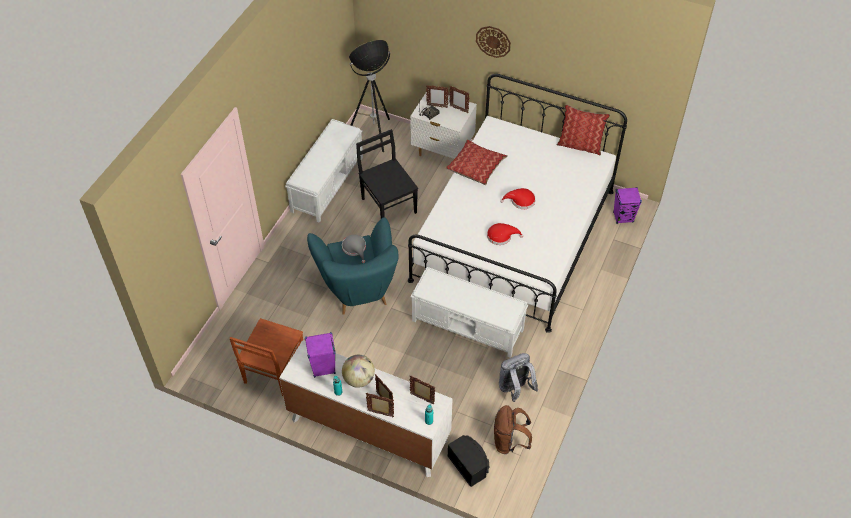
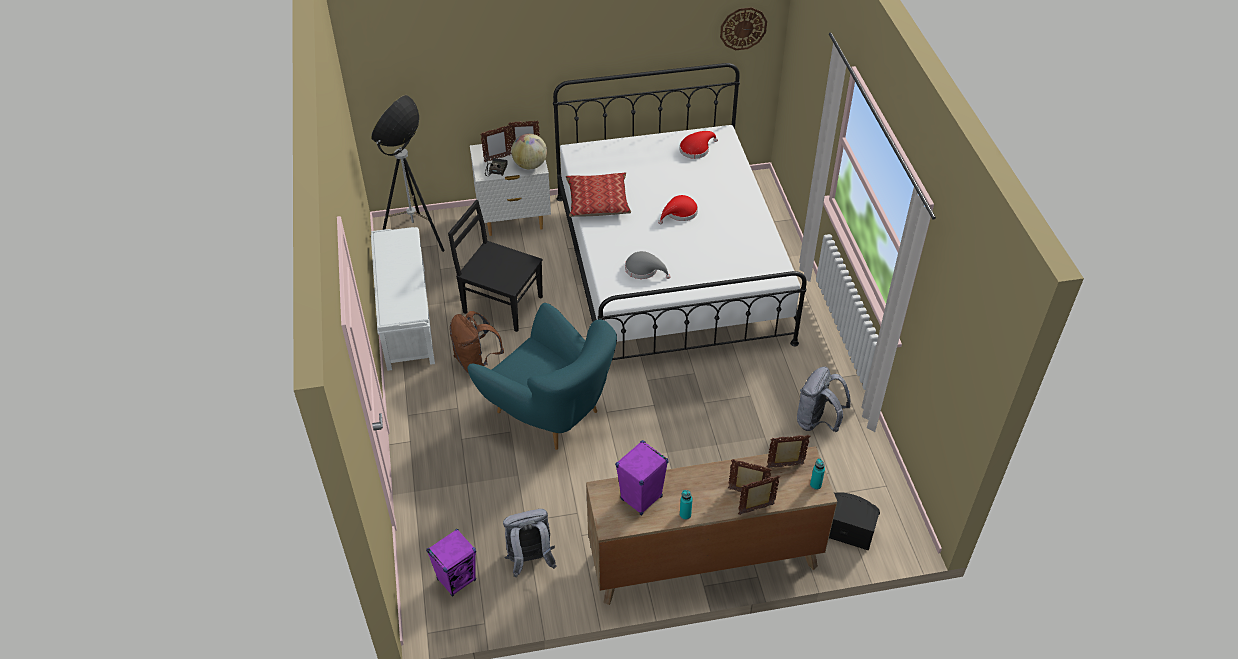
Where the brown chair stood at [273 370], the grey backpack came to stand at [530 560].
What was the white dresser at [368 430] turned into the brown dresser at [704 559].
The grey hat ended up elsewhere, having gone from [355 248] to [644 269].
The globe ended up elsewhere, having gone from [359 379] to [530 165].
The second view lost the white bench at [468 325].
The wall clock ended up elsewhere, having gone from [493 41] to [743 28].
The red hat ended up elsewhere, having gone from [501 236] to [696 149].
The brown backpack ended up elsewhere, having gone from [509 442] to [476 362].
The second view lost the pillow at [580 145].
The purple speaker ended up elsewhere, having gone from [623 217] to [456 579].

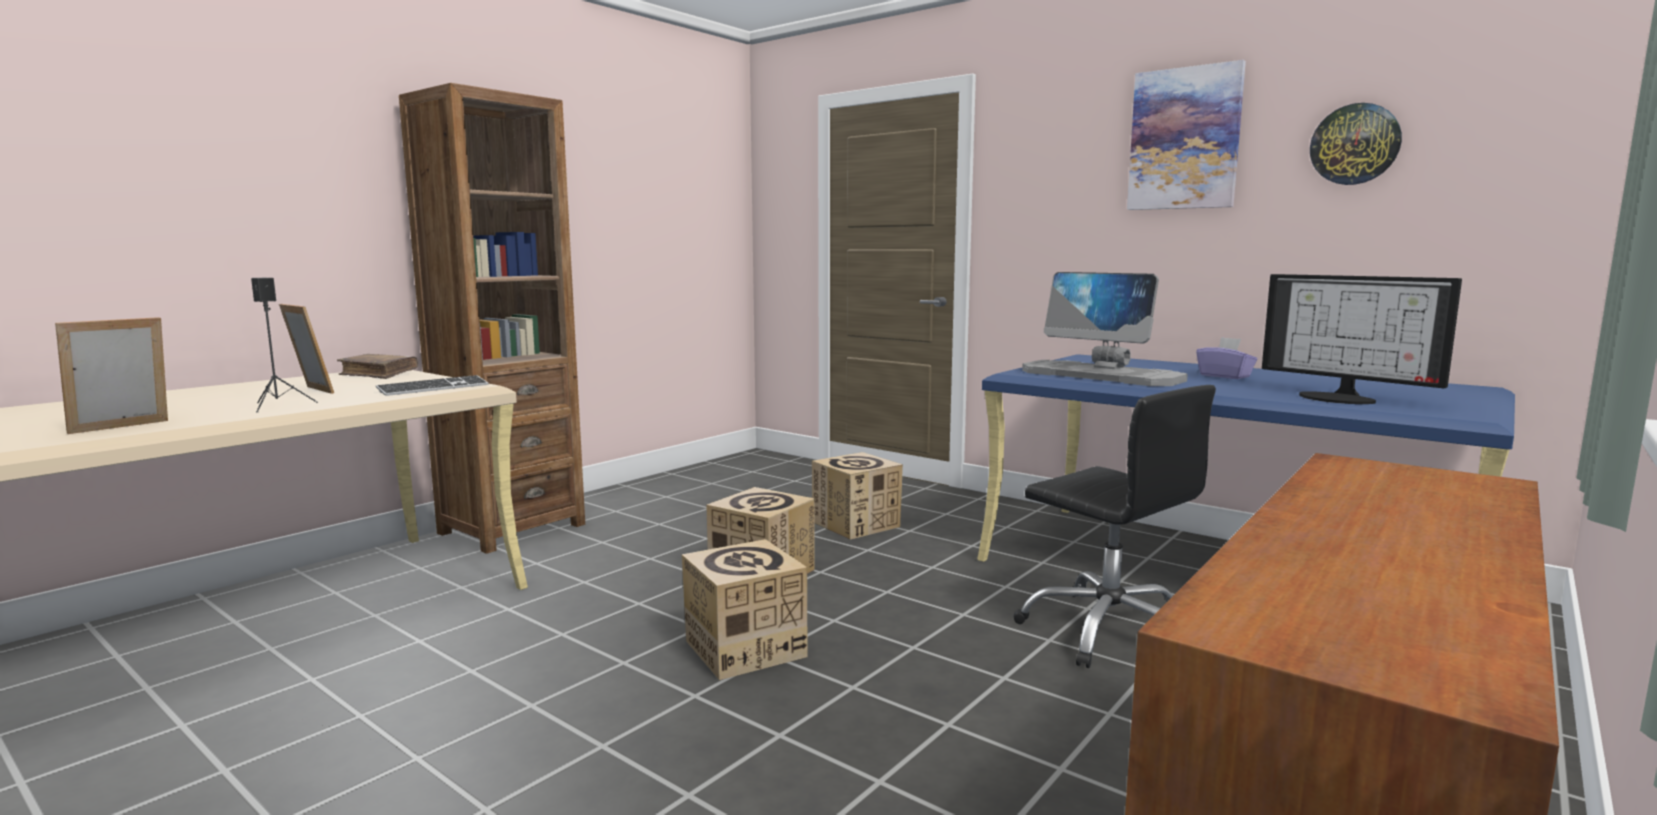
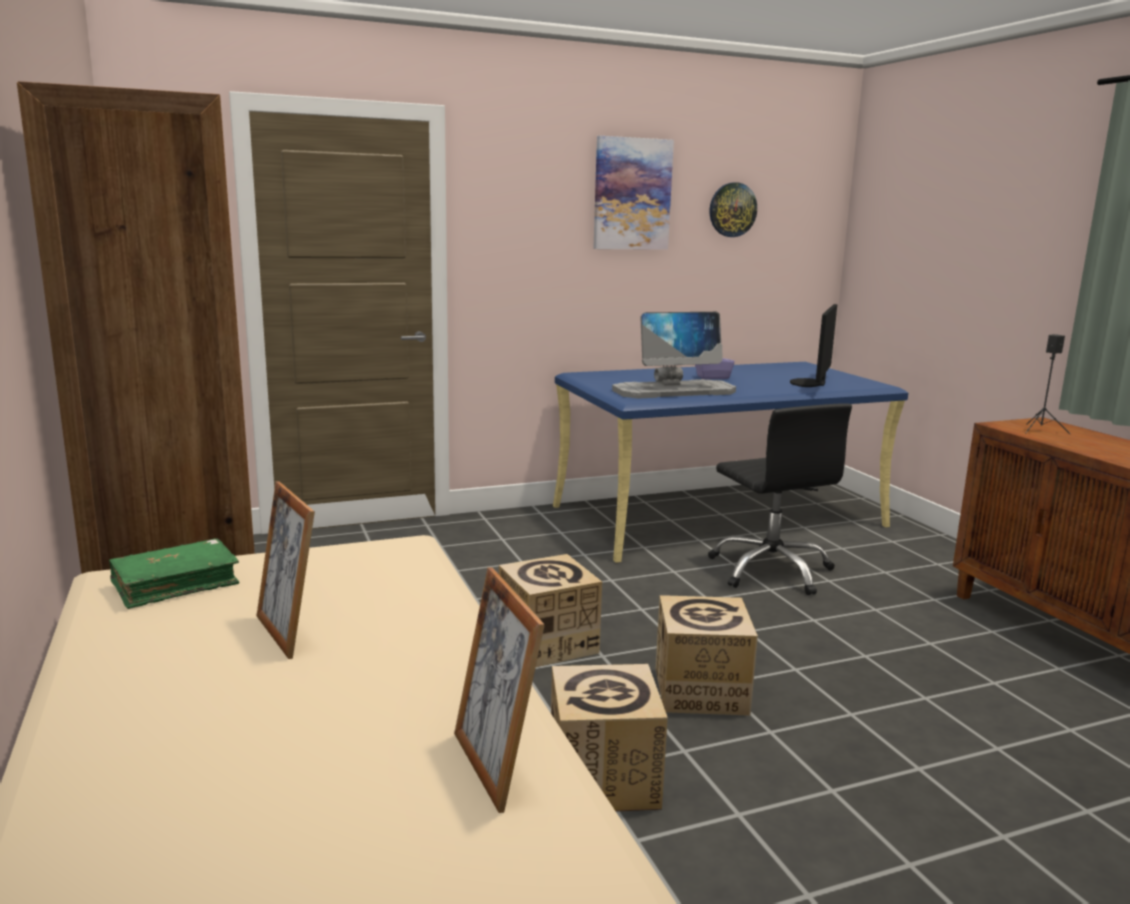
The black speaker ended up elsewhere, having gone from [278 405] to [1039 430].
The picture frame at [311 391] ended up facing another way, 105 degrees counterclockwise from before.
What was the brown book at [379 374] turned into the green book at [175 585].
The second view lost the keyboard at [433 388].
The cardboard box ended up elsewhere, having gone from [856 524] to [603 779].
The black office chair at [1109 631] ended up facing another way, 75 degrees clockwise from before.
The monitor at [1340 398] ended up facing another way, 120 degrees clockwise from before.

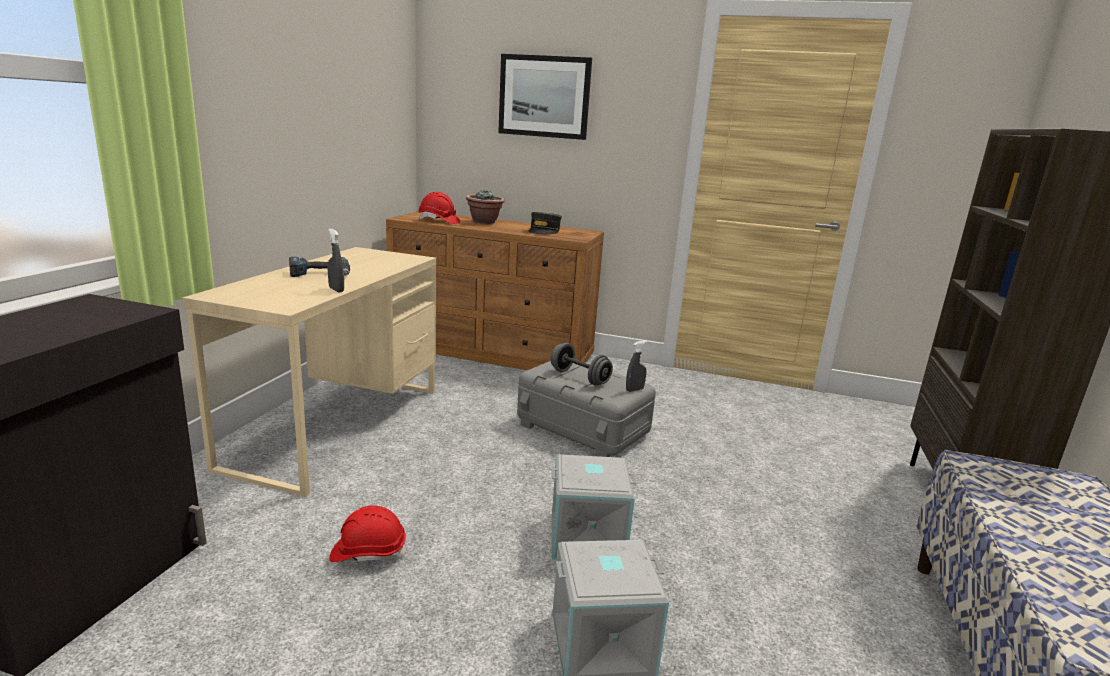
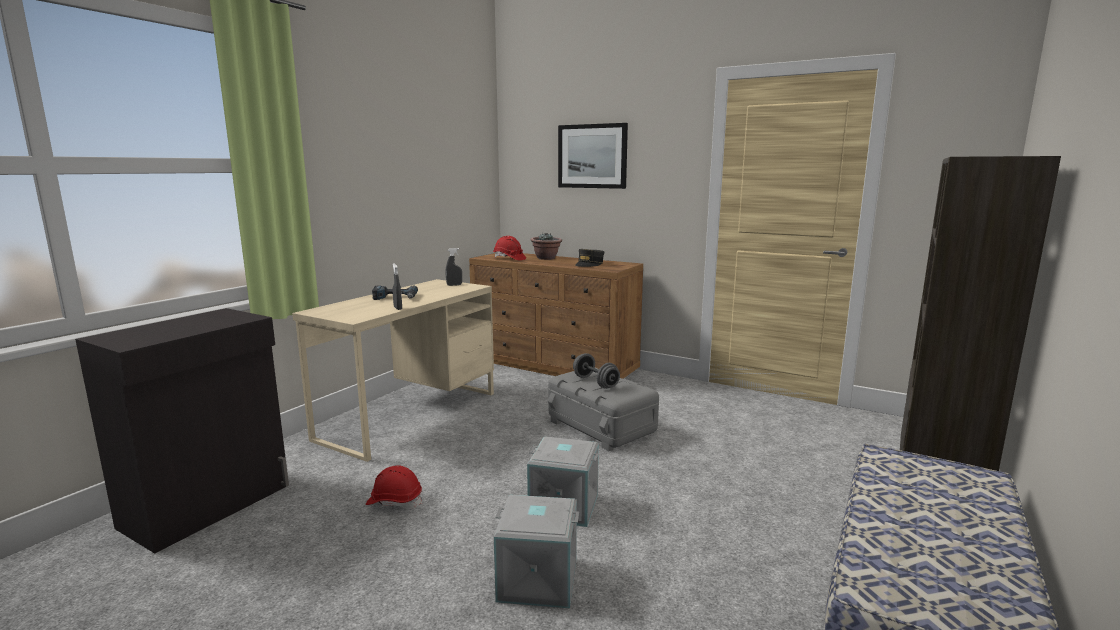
The grey spray bottle ended up elsewhere, having gone from [634 390] to [454 285].

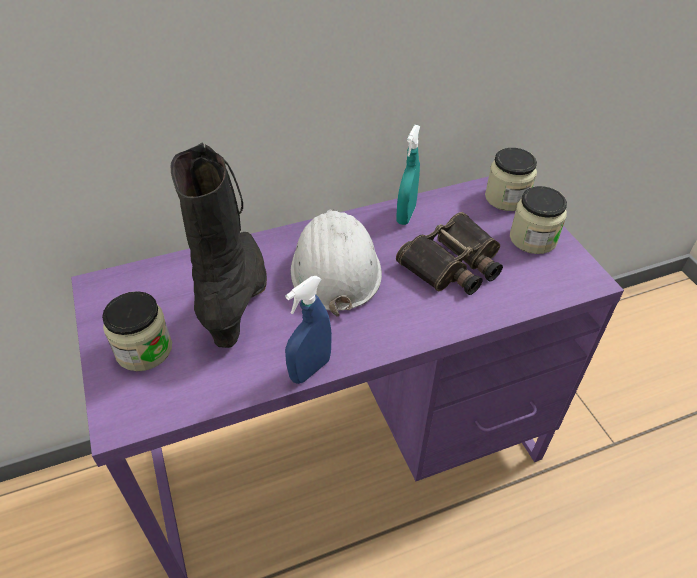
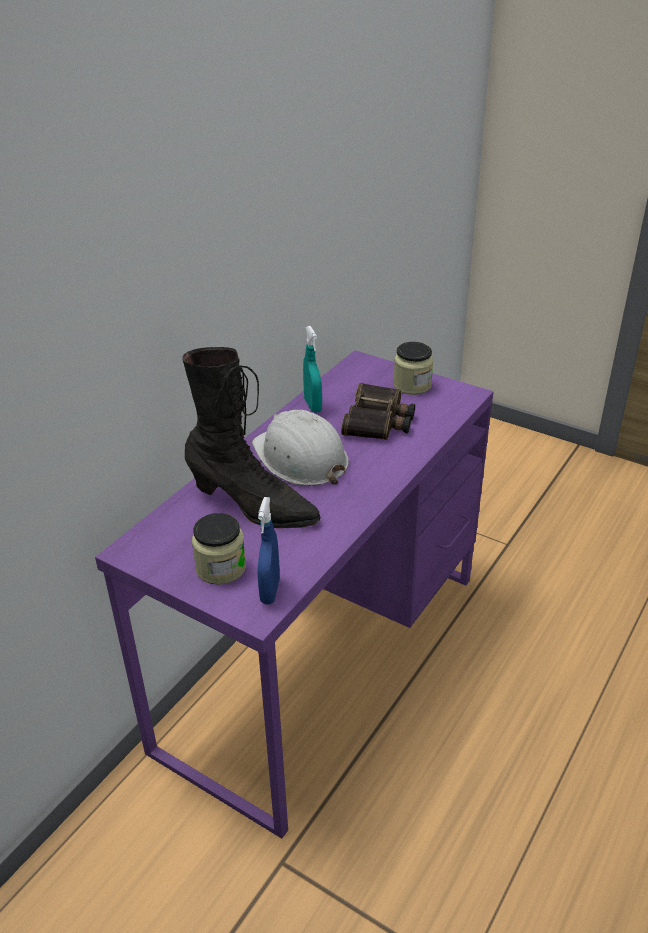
The black boot at [238 298] ended up facing another way, 150 degrees clockwise from before.
The blue spray bottle ended up elsewhere, having gone from [310 369] to [270 591].
The second view lost the jar at [506 198].

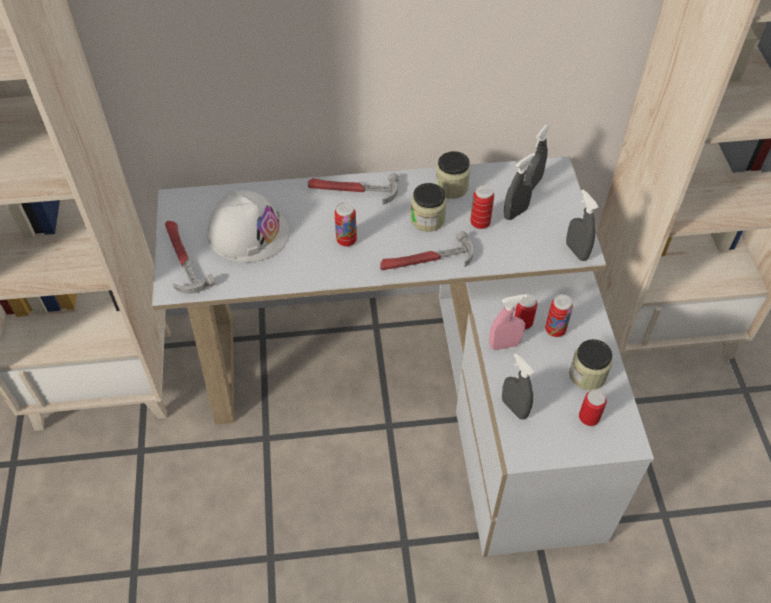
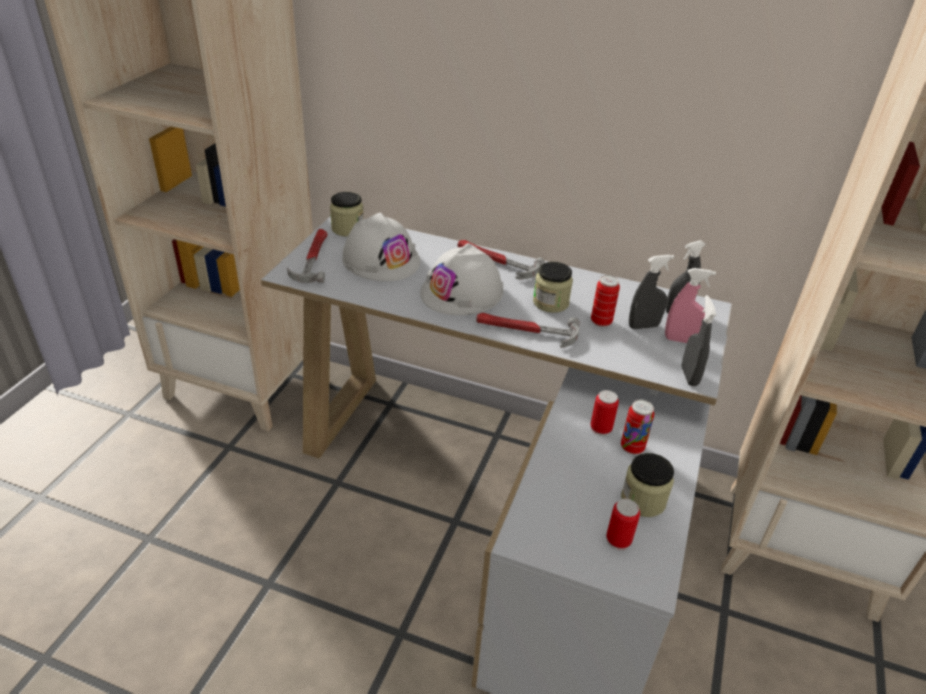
Where the can stood at [346 240], the white hard hat came to stand at [462 292].
The jar ended up elsewhere, having gone from [451 187] to [347 229].
The pink spray bottle ended up elsewhere, having gone from [504 345] to [681 340].
The second view lost the grey spray bottle at [514 408].

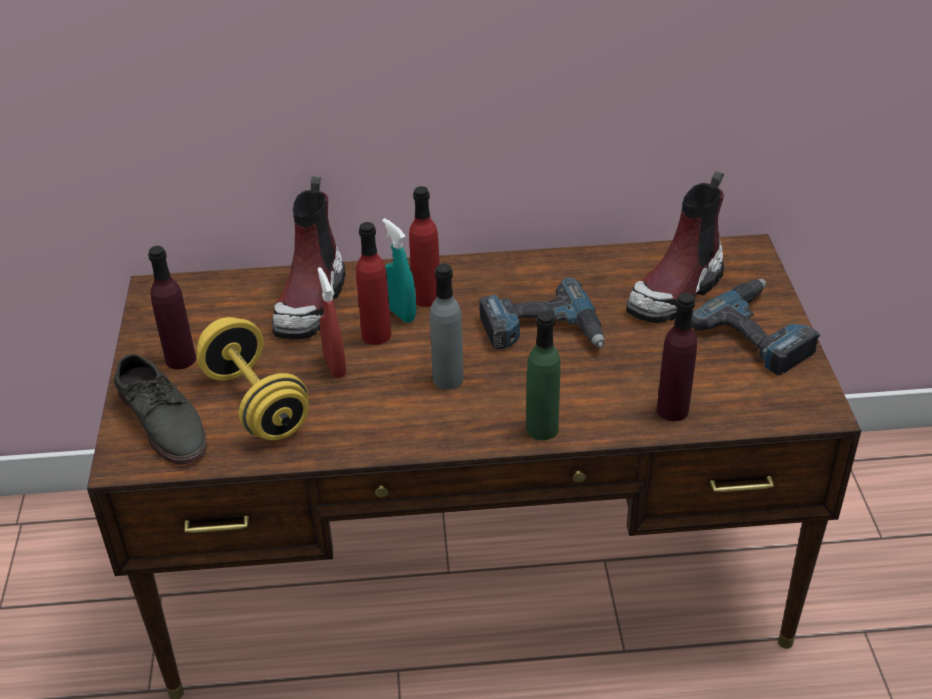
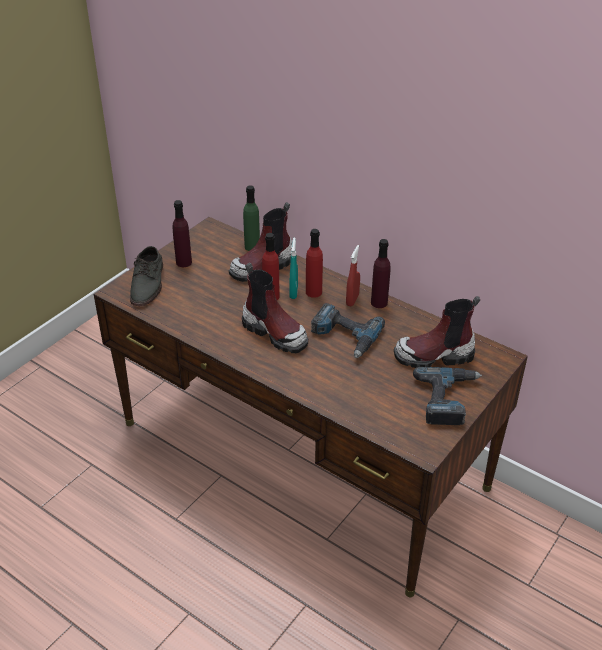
The second view lost the yellow dumbbell at [256 403].
The red spray bottle ended up elsewhere, having gone from [335 366] to [352 300].
Where the grey bottle stood at [448 379], the boot came to stand at [275 333].
The green bottle ended up elsewhere, having gone from [542 428] to [252 247].
The purple bottle ended up elsewhere, having gone from [672 410] to [379 303].

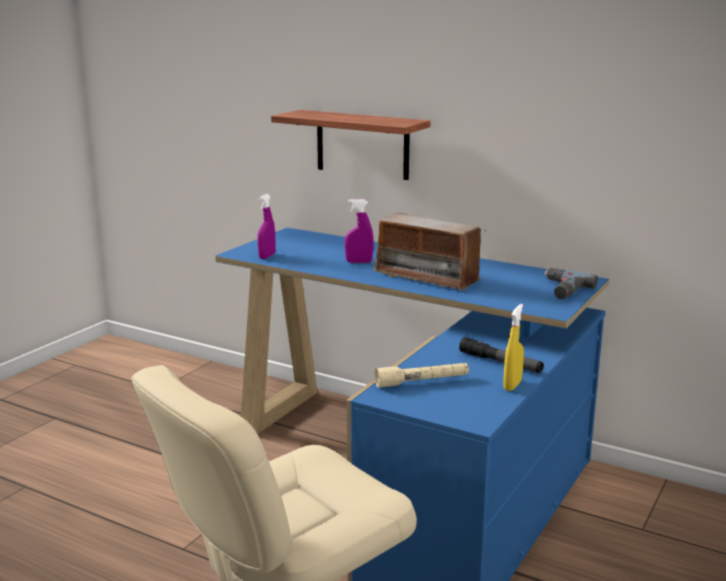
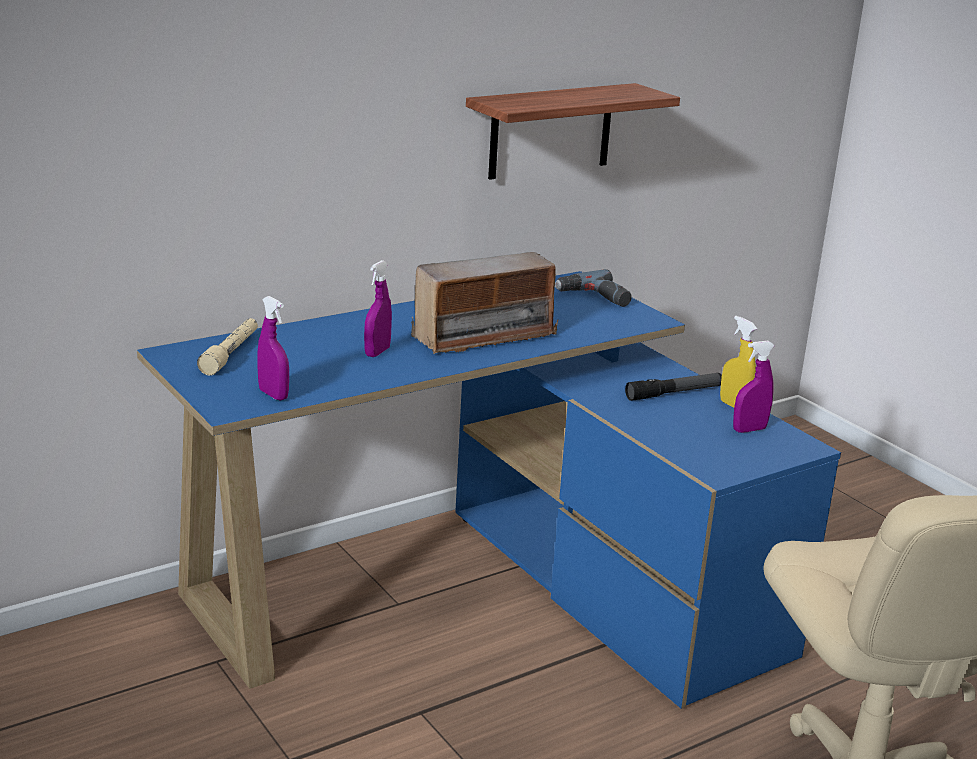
The shelf ended up elsewhere, having gone from [362 144] to [551 131].
The beige flashlight ended up elsewhere, having gone from [422 381] to [231 354].
The second view gained the purple spray bottle at [749 430].

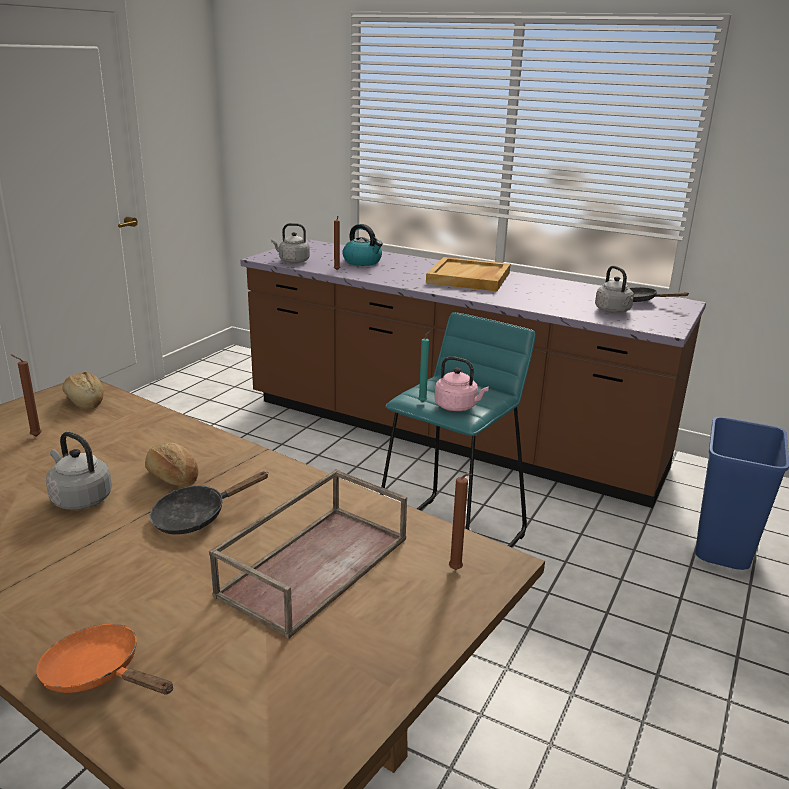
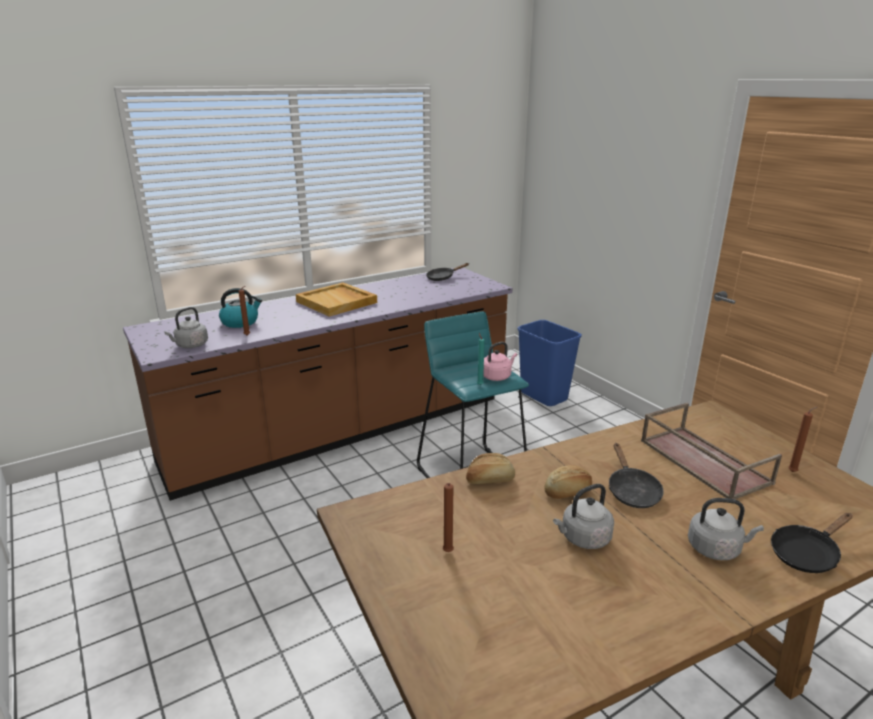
What was the orange frying pan at [99 674] turned into the black frying pan at [806 554].
The bread ended up elsewhere, having gone from [85 401] to [490 479].
The brown candle ended up elsewhere, having gone from [457 571] to [793 472].
The grey kettle ended up elsewhere, having gone from [614 311] to [716 549].

